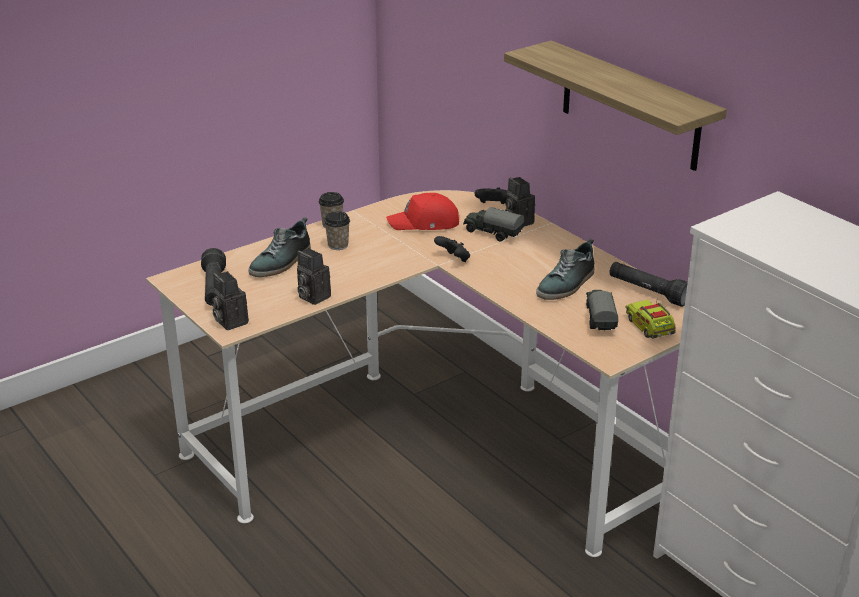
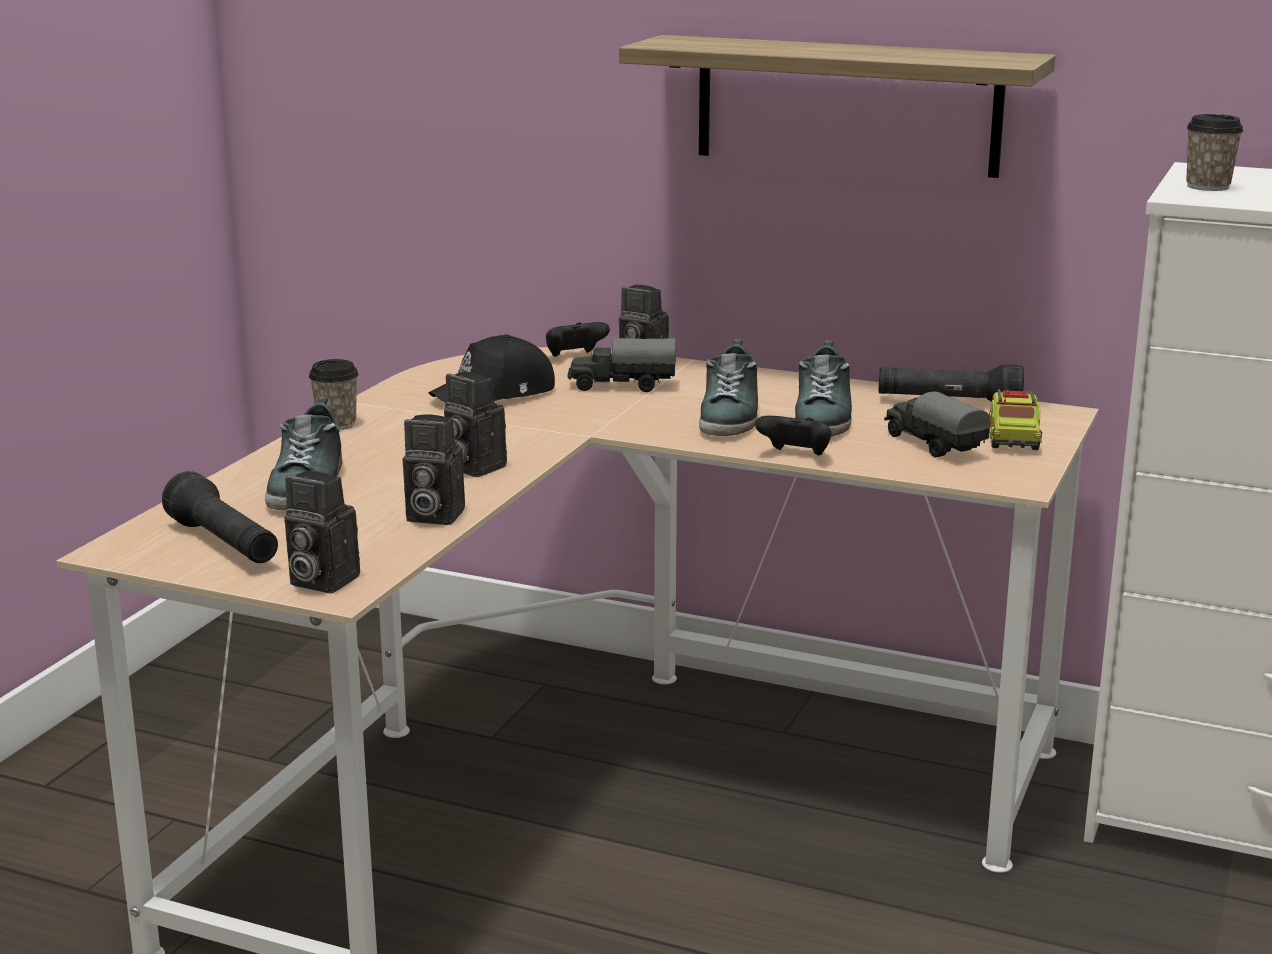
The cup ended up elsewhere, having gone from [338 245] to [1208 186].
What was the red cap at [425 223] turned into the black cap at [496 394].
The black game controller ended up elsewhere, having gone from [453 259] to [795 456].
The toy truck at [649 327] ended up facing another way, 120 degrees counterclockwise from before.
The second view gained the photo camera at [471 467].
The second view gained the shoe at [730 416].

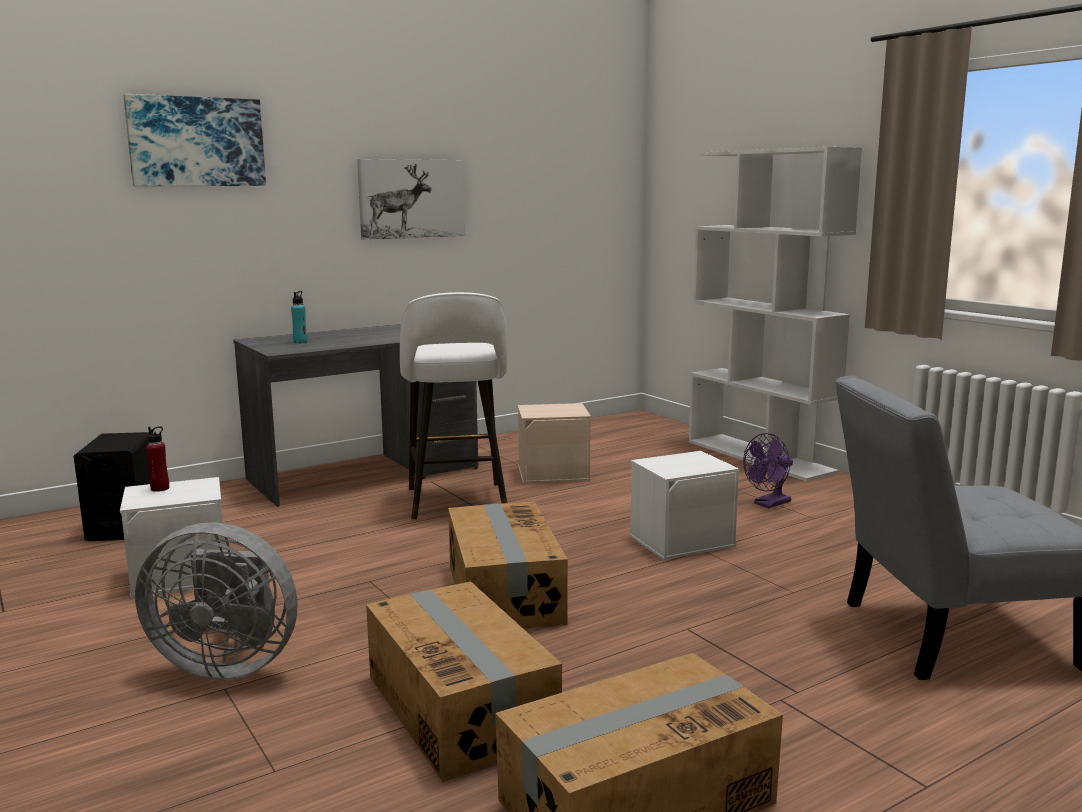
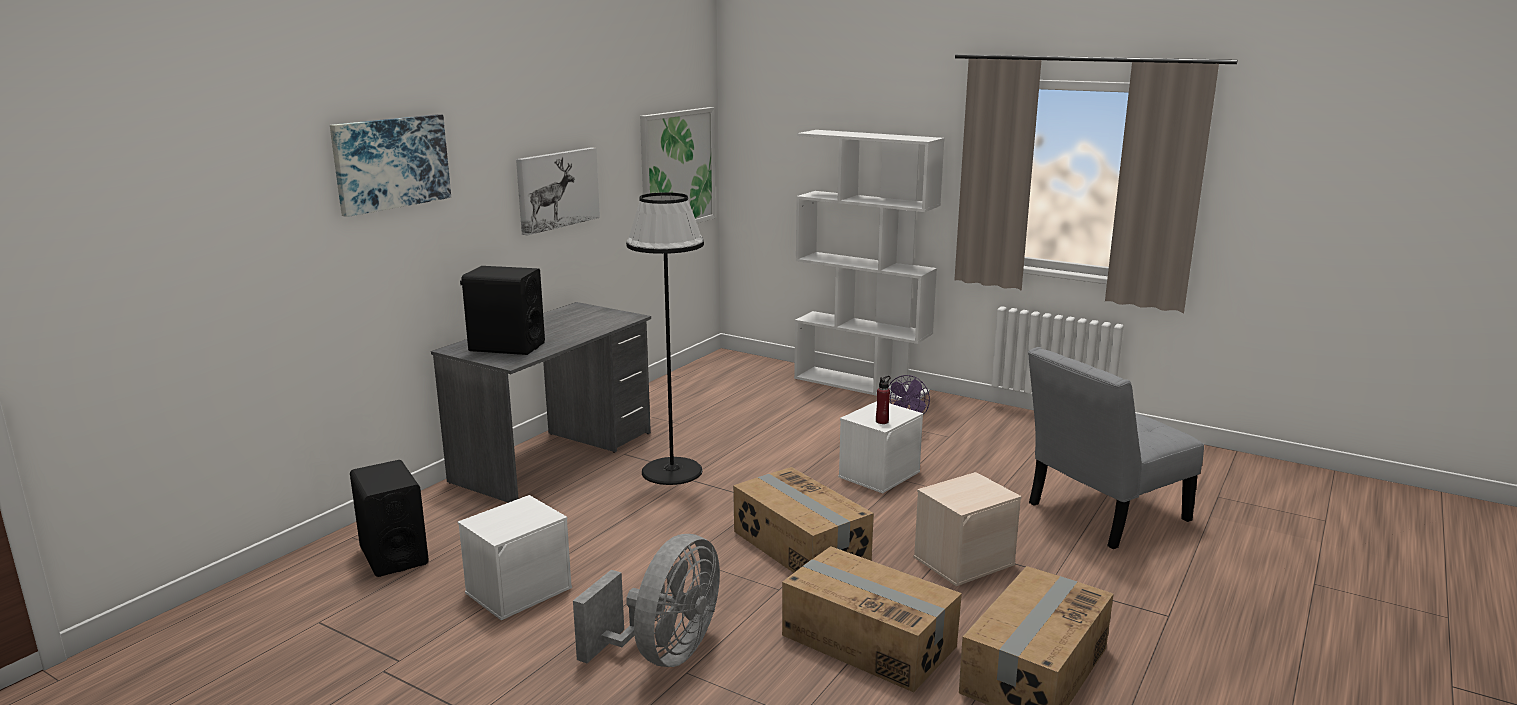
The grey fan at [227 664] ended up facing another way, 45 degrees counterclockwise from before.
The red bottle ended up elsewhere, having gone from [160 488] to [882 421].
Where the turquoise bottle stood at [300 342], the black speaker came to stand at [506 347].
Where the white stool stood at [457 502], the black floor lamp came to stand at [672 471].
The beige storage box ended up elsewhere, having gone from [554 473] to [964 560].
The second view gained the picture at [677 170].

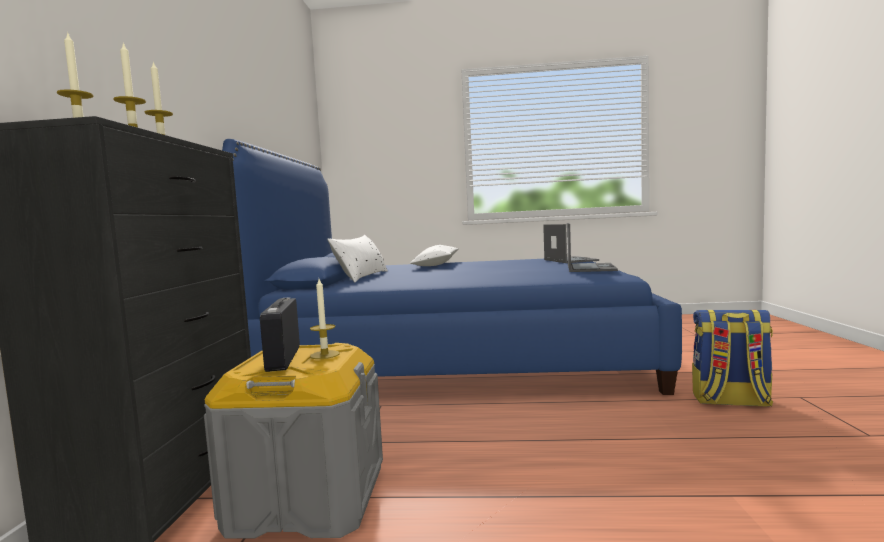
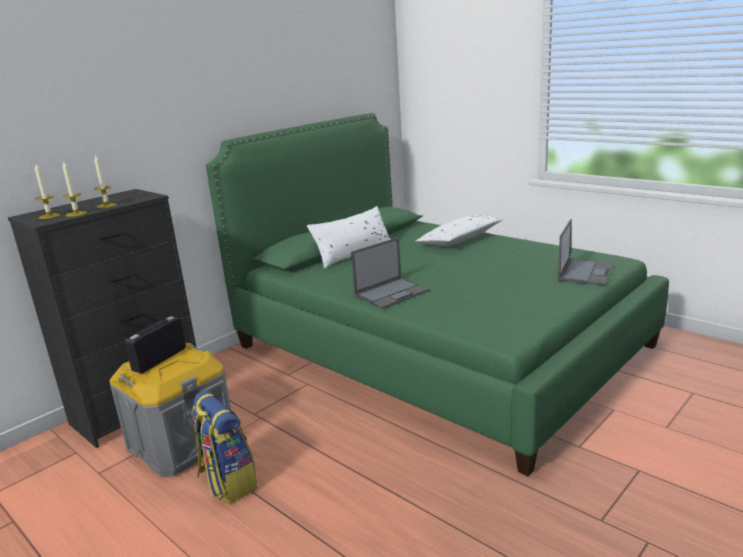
What was the blue bed at [455 356] turned into the green bed at [436 346].
The second view lost the candle at [324 355].
The laptop ended up elsewhere, having gone from [590 268] to [392 293].
The backpack ended up elsewhere, having gone from [730 401] to [227 482].

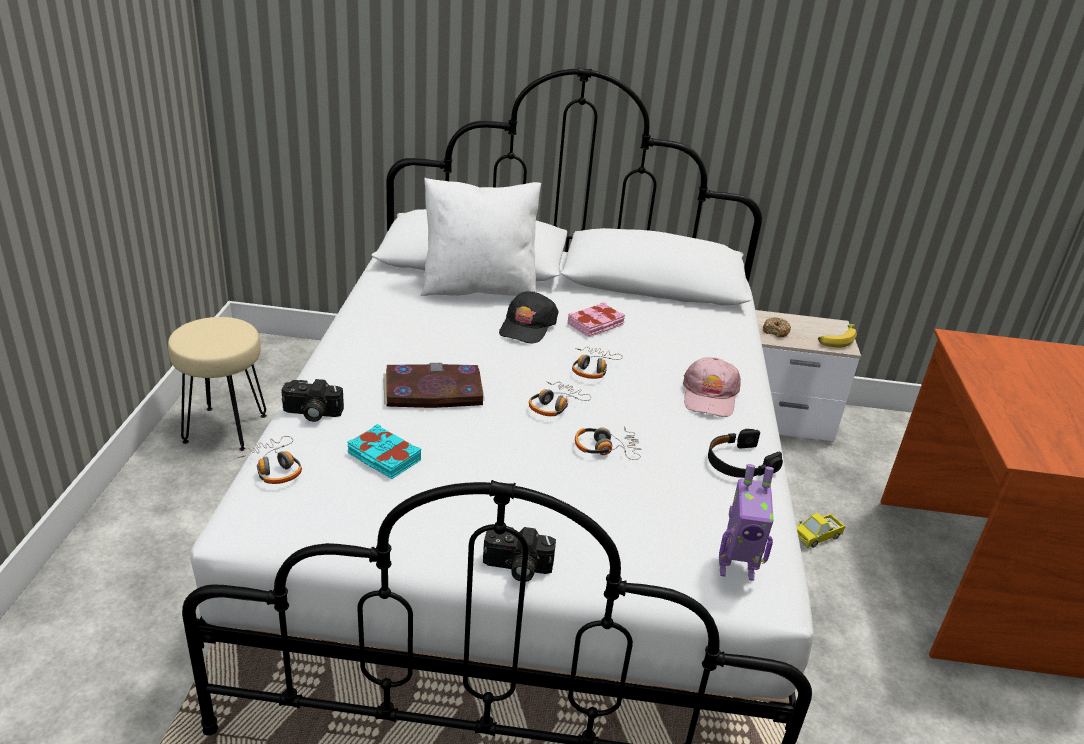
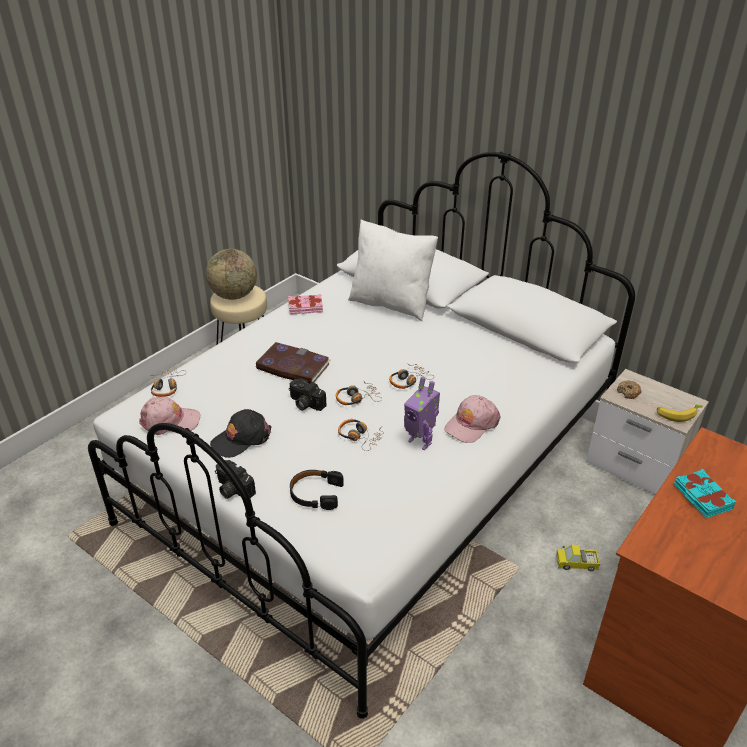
The photo camera ended up elsewhere, having gone from [311 413] to [305 403].
The turquoise book ended up elsewhere, having gone from [383 457] to [702 497].
The black cap ended up elsewhere, having gone from [527 326] to [241 439].
The pink book ended up elsewhere, having gone from [596 324] to [305 308].
The black headphones ended up elsewhere, having gone from [739 463] to [315 494].
The toy robot ended up elsewhere, having gone from [736 569] to [420 441].
The second view gained the pink cap at [170 421].
The second view gained the globe at [234 295].

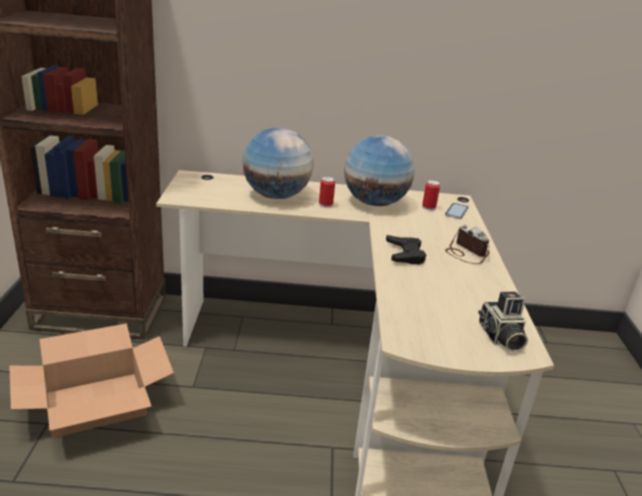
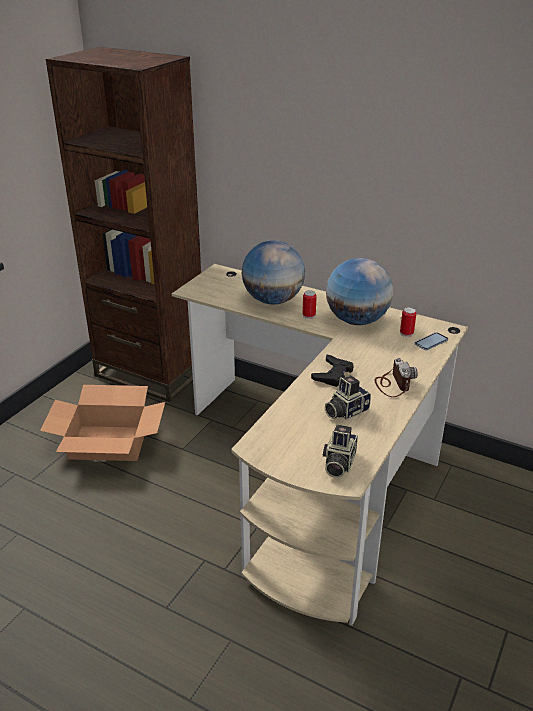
The second view gained the photo camera at [345 411].

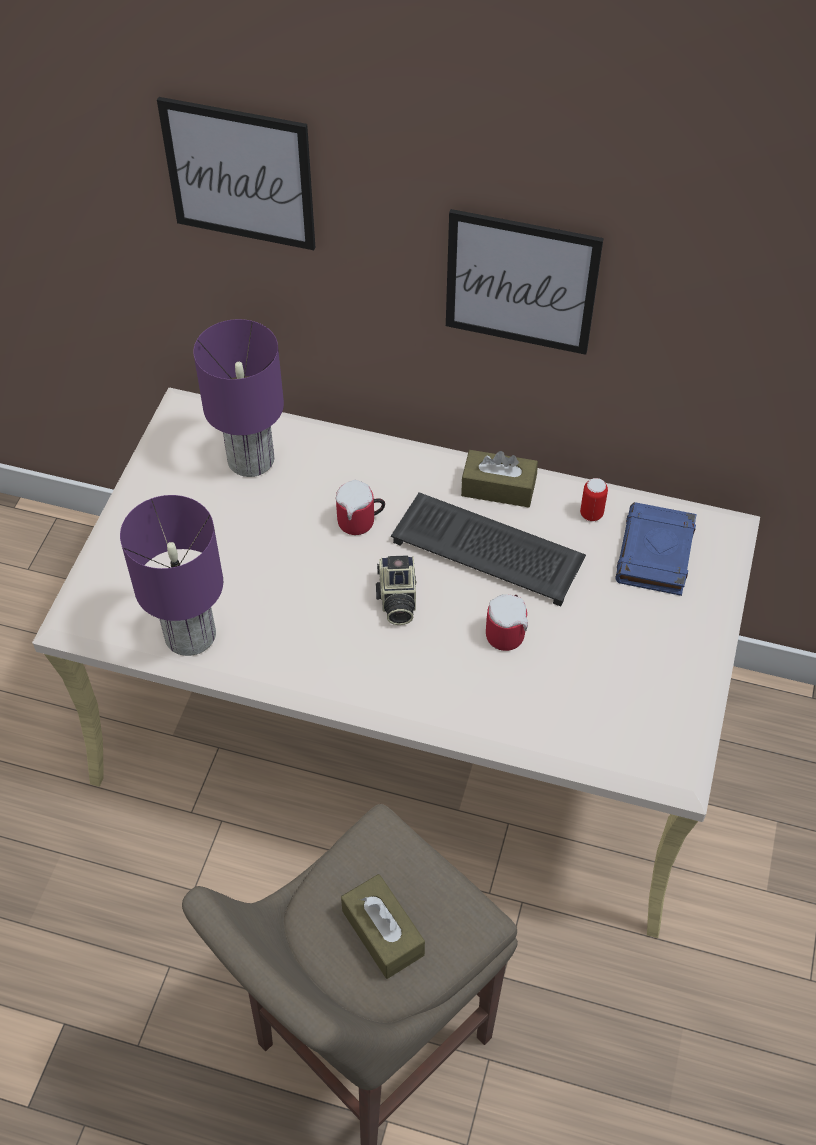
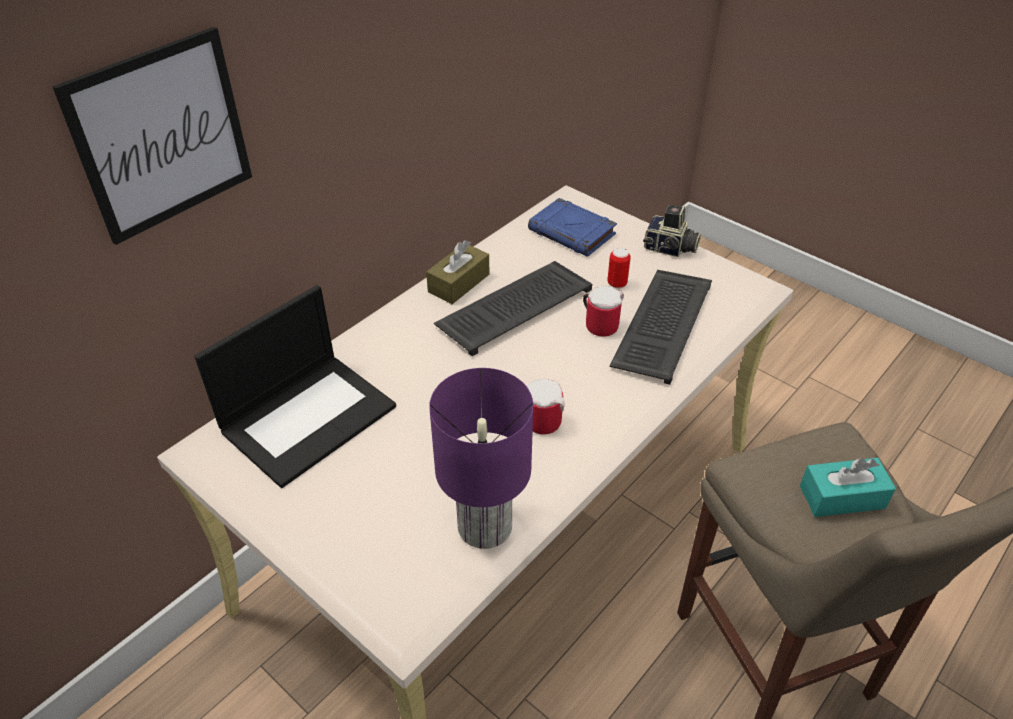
Where the purple table lamp stood at [252 459], the laptop came to stand at [309 417].
The mug ended up elsewhere, having gone from [361 522] to [546 418].
What was the brown tissue box at [383 933] turned into the turquoise tissue box at [842 497].
The photo camera ended up elsewhere, having gone from [396 600] to [670 249].
The second view lost the picture at [521 282].
The can ended up elsewhere, having gone from [591 514] to [617 283].
The second view gained the keyboard at [661 324].

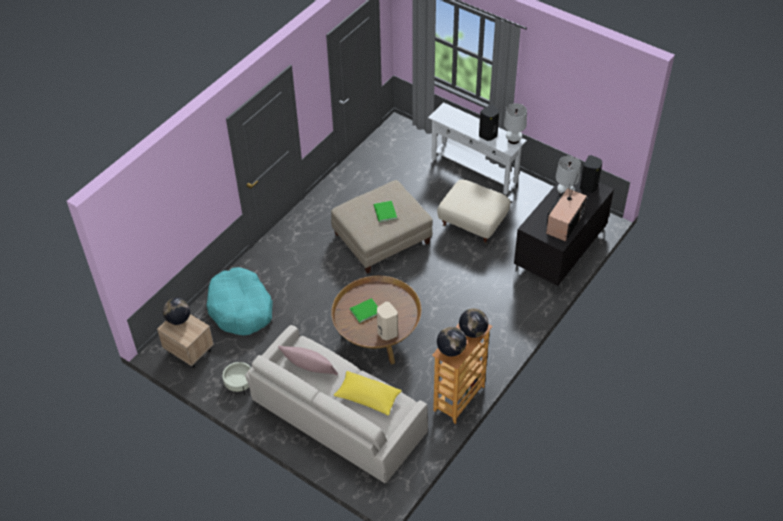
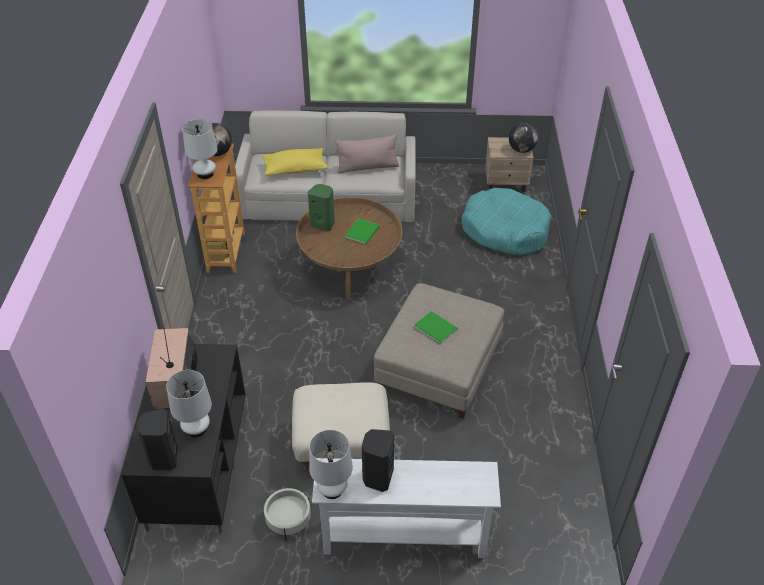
The beige planter ended up elsewhere, having gone from [239 383] to [288 520].
What was the beige speaker at [387 333] turned into the green speaker at [323 224].
Where the globe stood at [473 331], the white table lamp came to stand at [205 174].

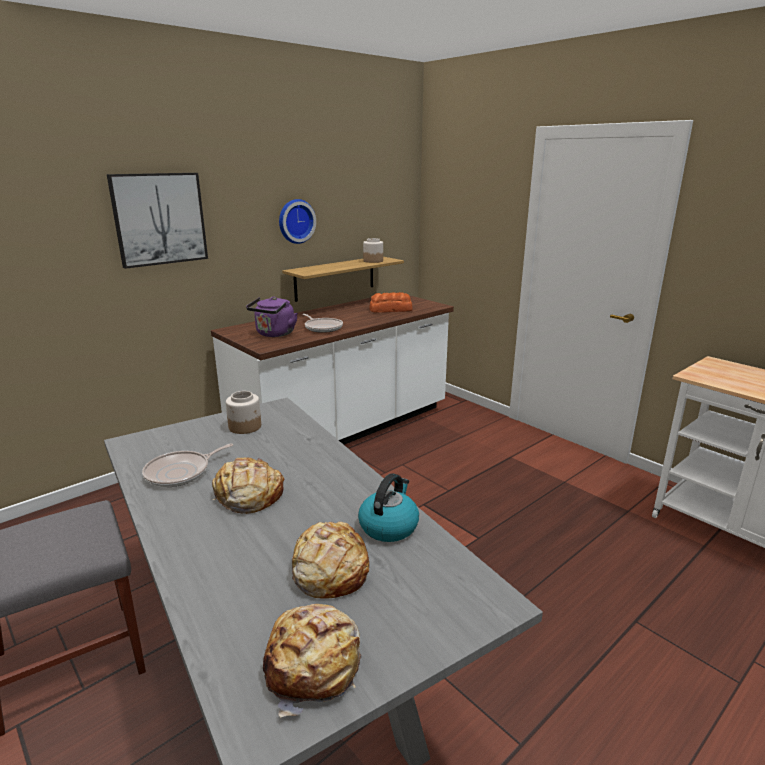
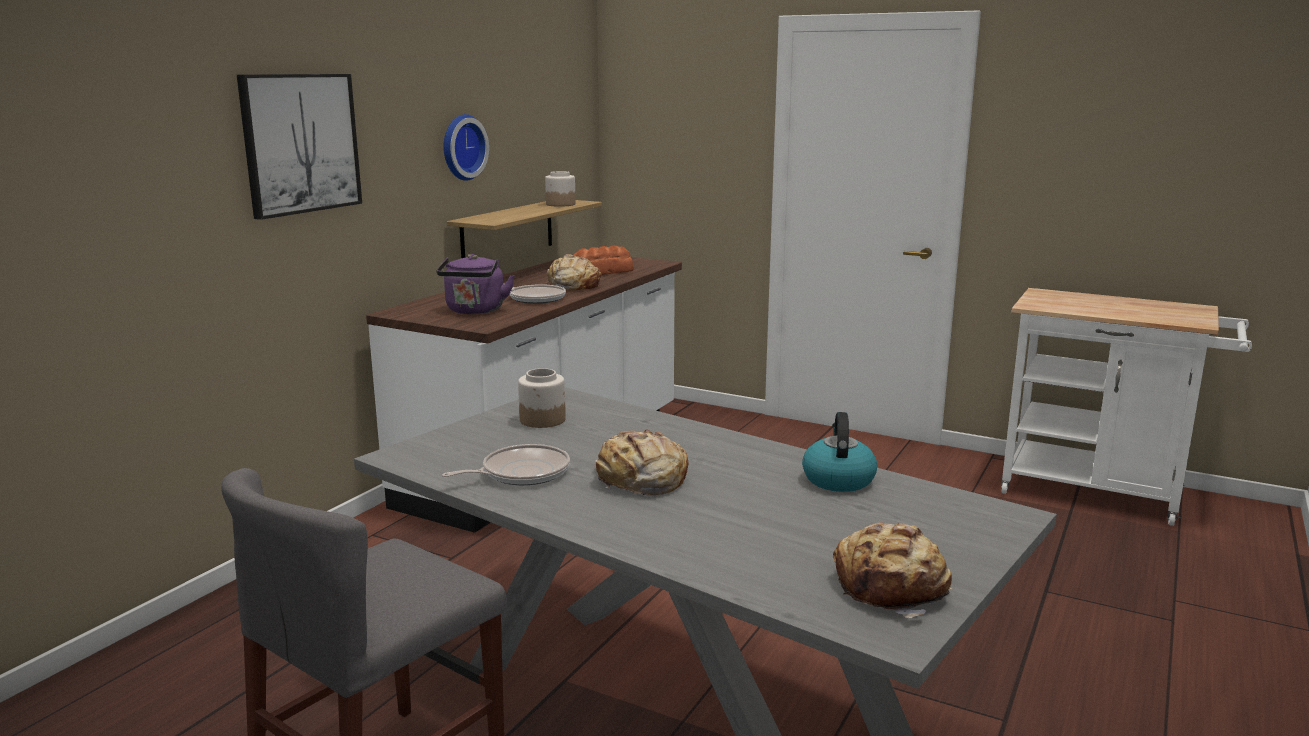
The frying pan at [181 472] ended up facing another way, 150 degrees counterclockwise from before.
The bread ended up elsewhere, having gone from [329 571] to [573 285].

